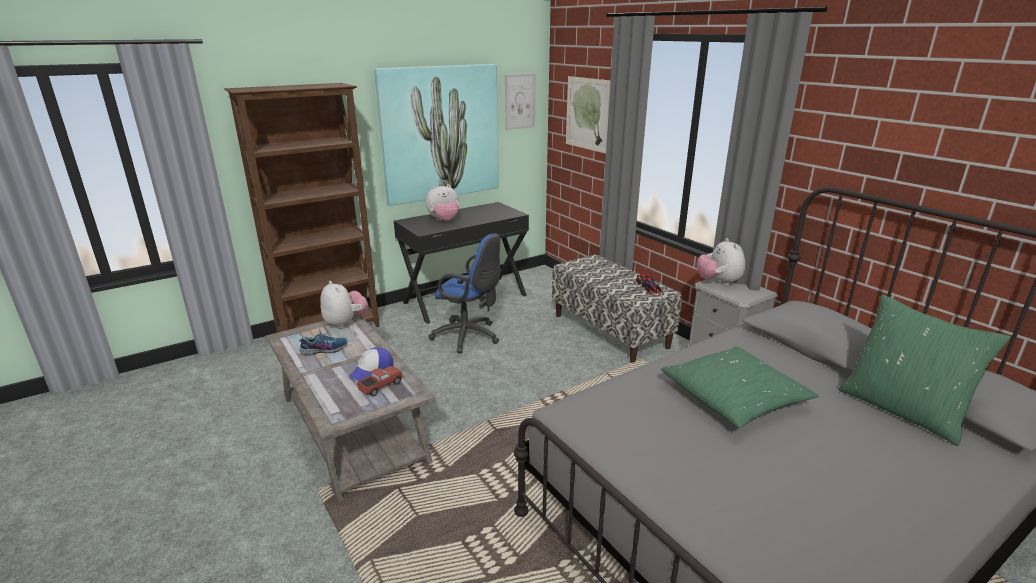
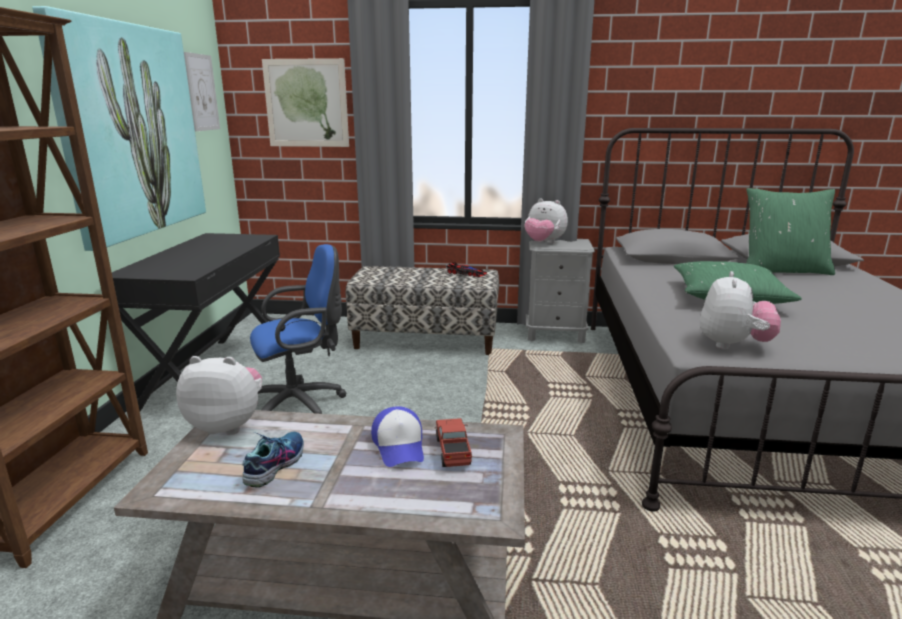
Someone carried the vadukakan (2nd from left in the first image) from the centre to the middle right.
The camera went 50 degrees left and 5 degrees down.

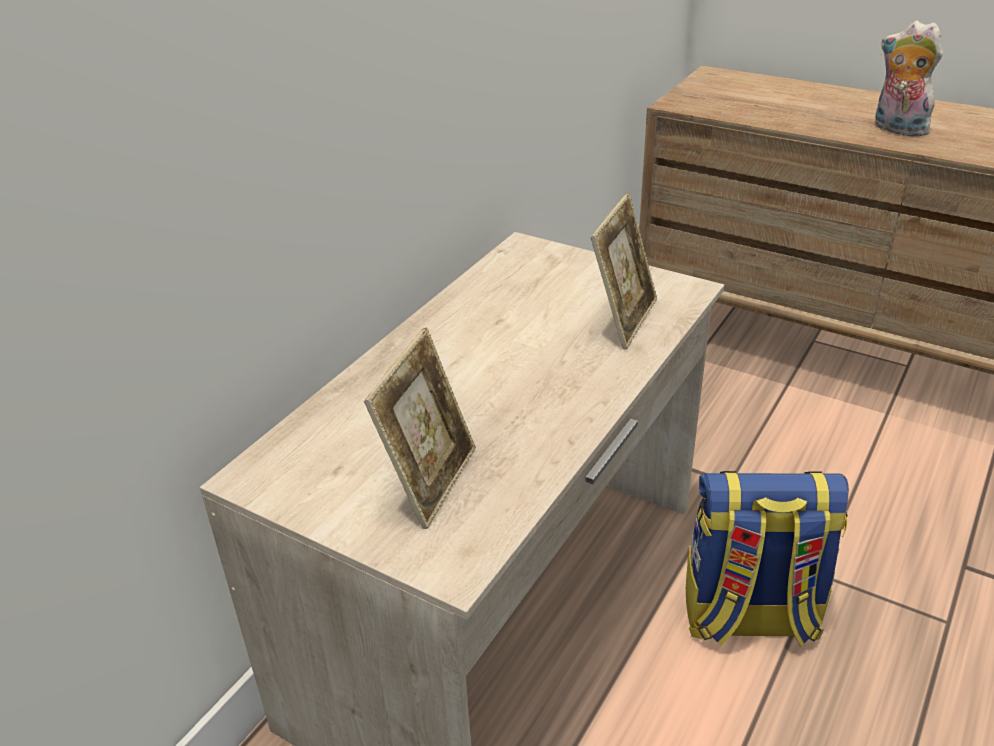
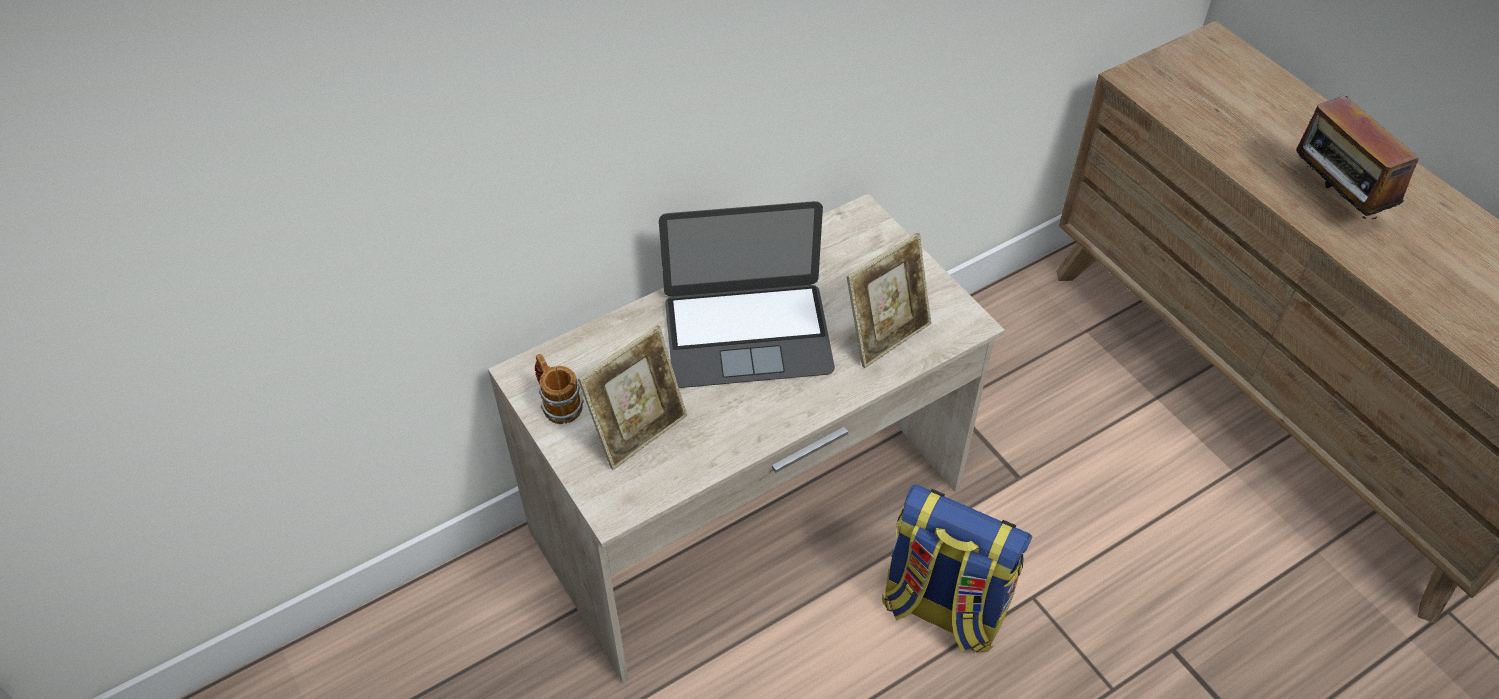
Someone swapped the vadukakan at the top right for the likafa at the top right.
Someone put down the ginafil at the centre.
Someone put down the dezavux at the centre.
The camera went 25 degrees right and 15 degrees up.

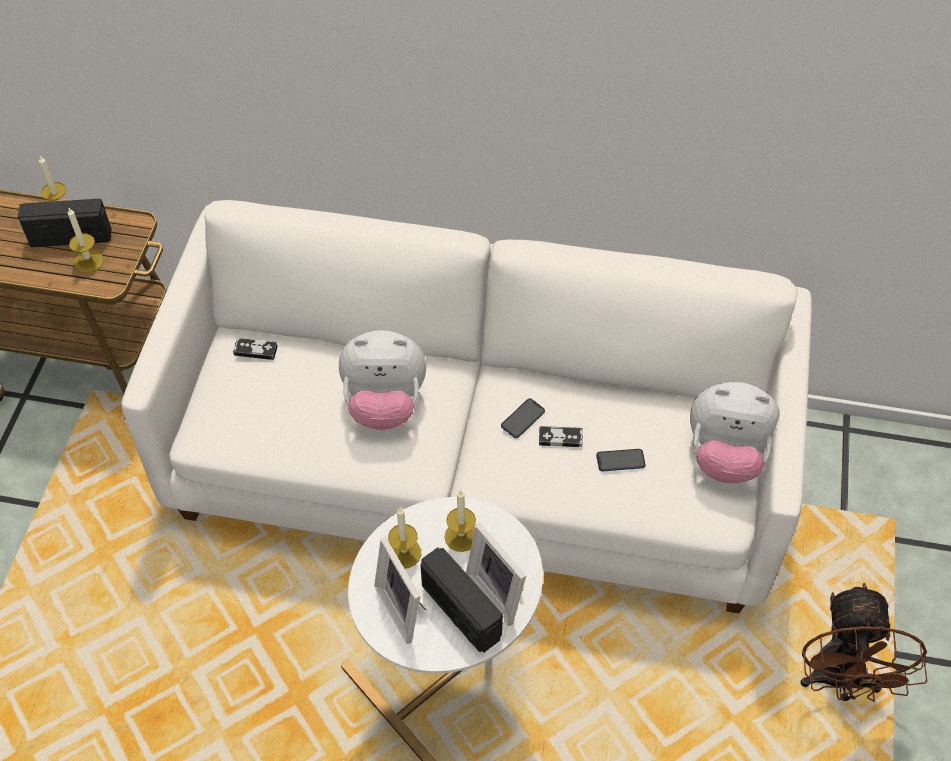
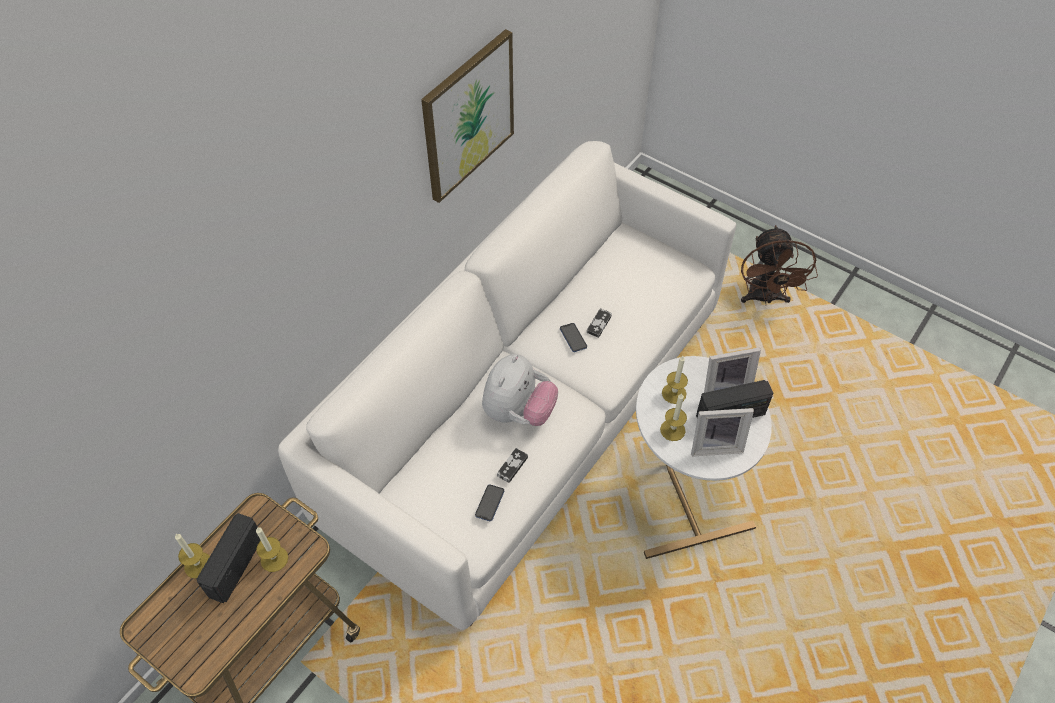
Someone carried the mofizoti (1st from left) from the middle left to the centre.
Someone took away the vadukakan (2nd from left) at the middle right.
Someone carried the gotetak (2nd from left in the first image) from the centre to the bottom centre.
Someone rotated the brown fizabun at the bottom right by 60 degrees clockwise.
Someone put up the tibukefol at the top centre.
The camera went 65 degrees left and 0 degrees up.

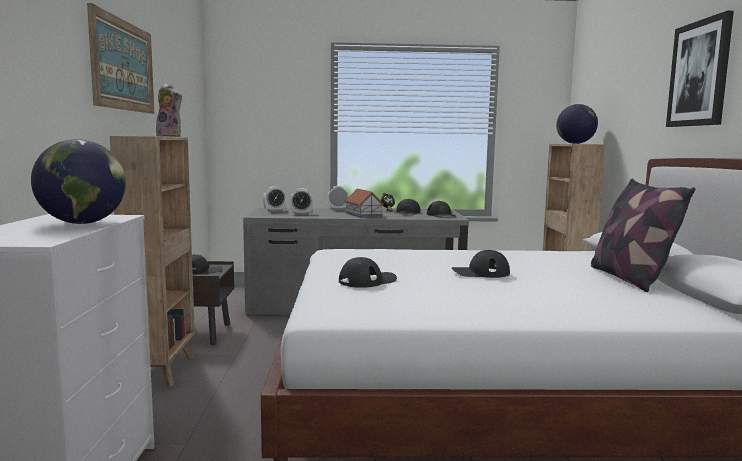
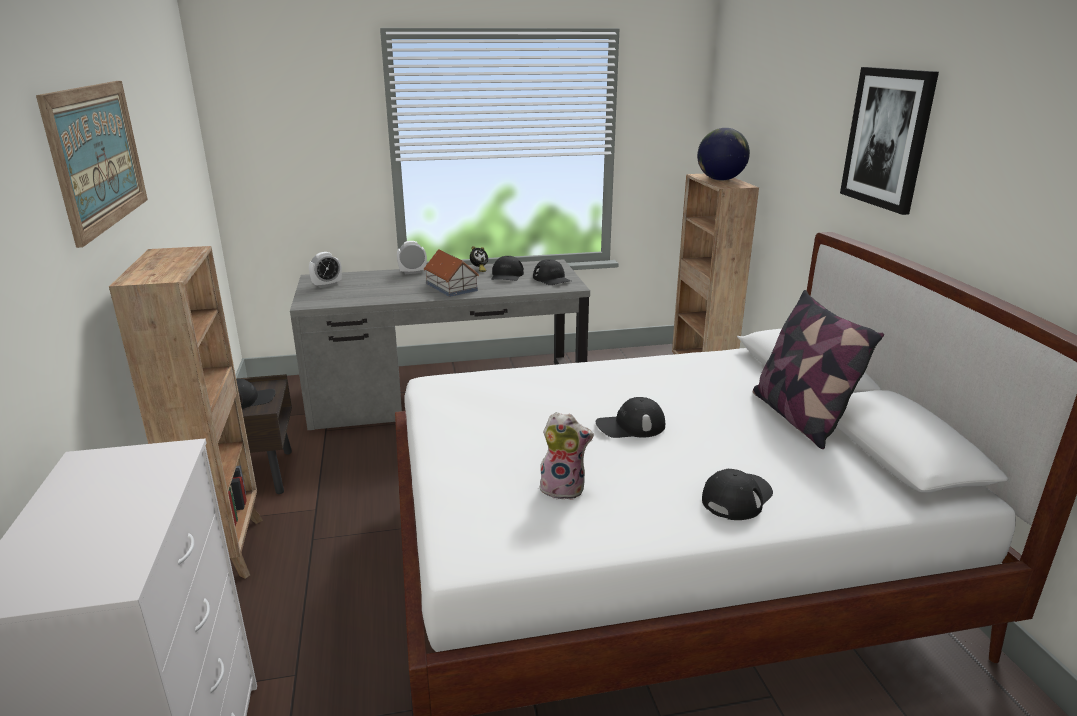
Someone carried the vadukakan from the top left to the centre.
Someone took away the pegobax (1st from left) at the middle left.
Someone took away the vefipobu (2nd from left) at the centre.
Someone carried the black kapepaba (2nd from left in the first image) from the centre to the bottom right.
The camera went 10 degrees left and 15 degrees up.

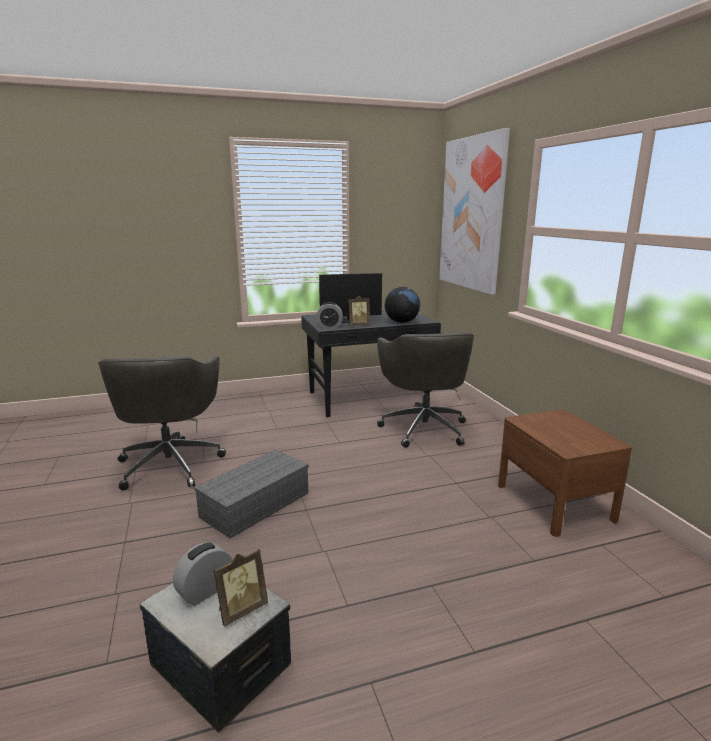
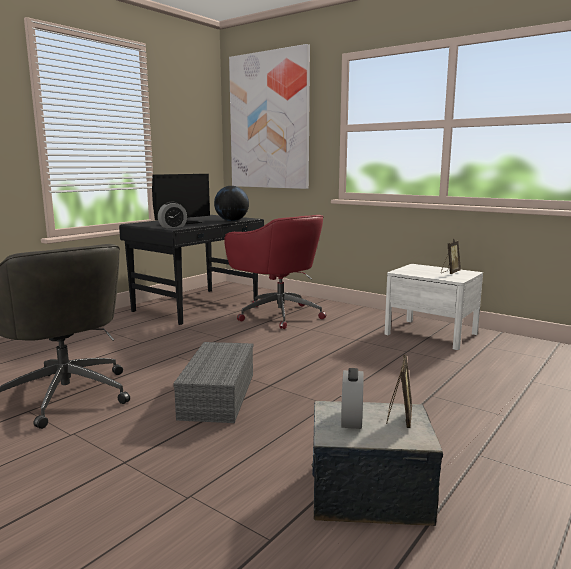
Someone carried the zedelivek (2nd from left) from the centre to the middle right.
Someone repainted the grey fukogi (2nd from left) at the centre, which became the red fukogi at the centre.
Someone repainted the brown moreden at the middle right, which became the white moreden at the middle right.
The camera went 35 degrees left and 5 degrees down.

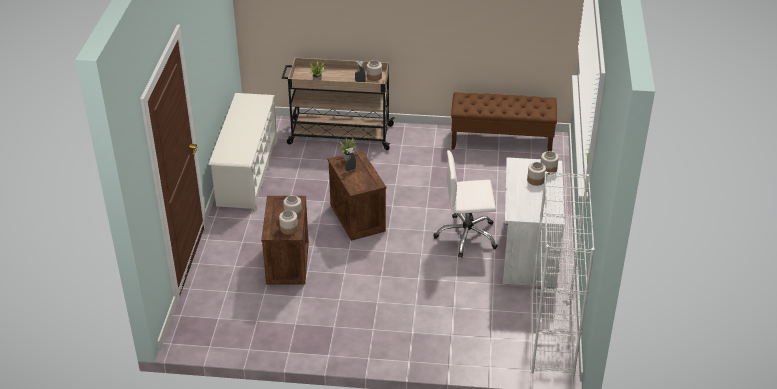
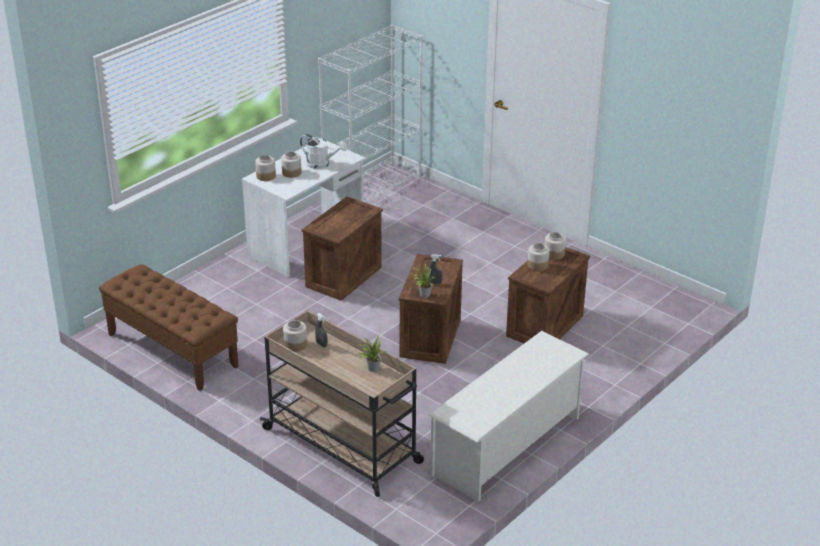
Someone swapped the white fukogi at the centre for the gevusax (1st from left) at the centre.
Someone put down the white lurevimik at the top centre.
The camera went 145 degrees left and 5 degrees down.

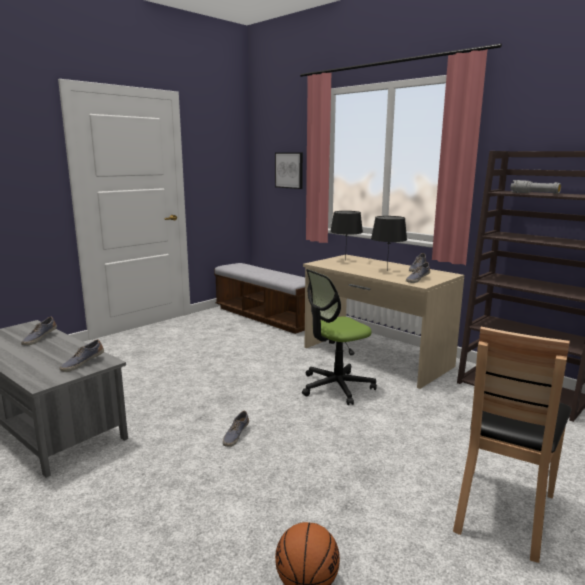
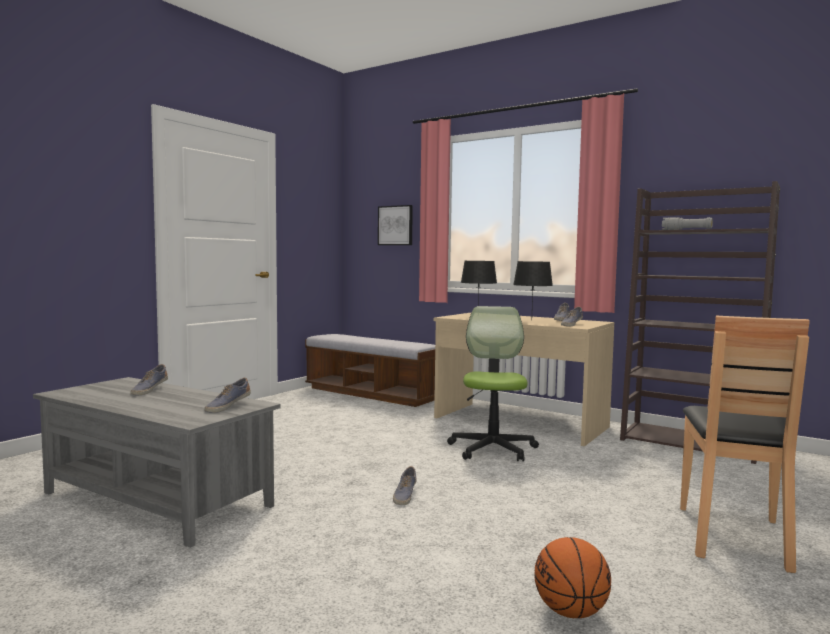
Someone rotated the fukogi at the centre by 135 degrees clockwise.
The camera went 10 degrees left and 10 degrees down.

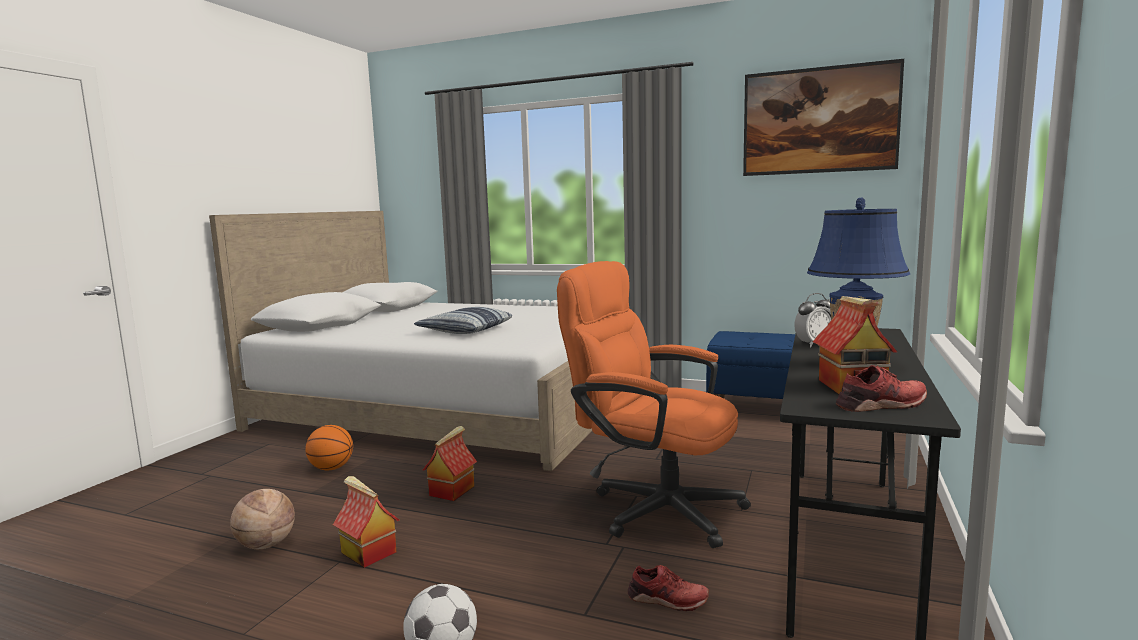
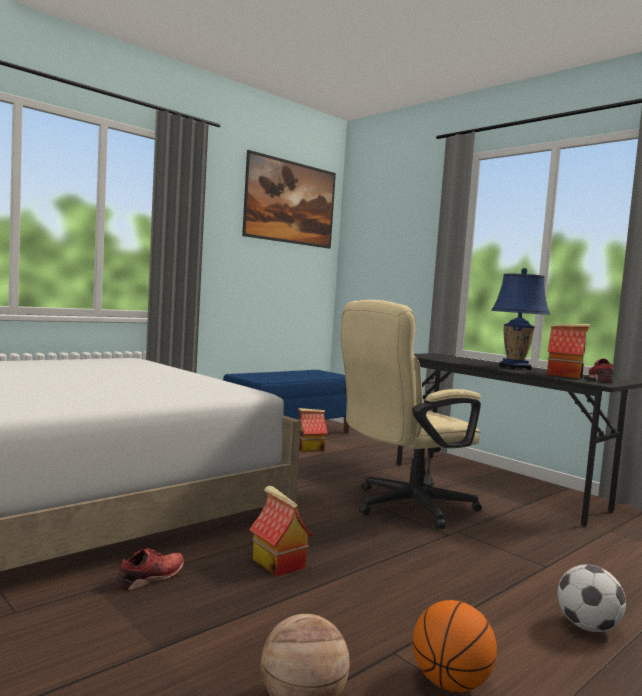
Someone repainted the orange fukogi at the centre, which became the beige fukogi at the centre.
Someone took away the vefipobu at the middle right.
Someone took away the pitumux at the centre.
Someone carried the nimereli (2nd from left) from the bottom left to the bottom right.
Someone carried the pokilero (1st from left in the first image) from the bottom left to the centre.
Someone carried the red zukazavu (1st from left) from the bottom centre to the bottom left.
The camera went 65 degrees left and 5 degrees down.

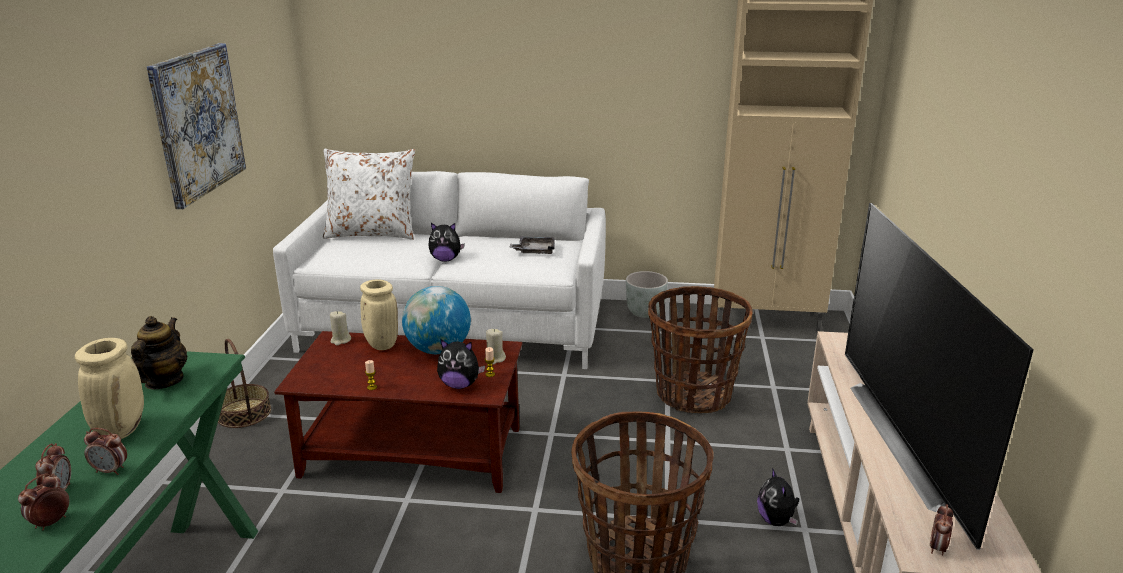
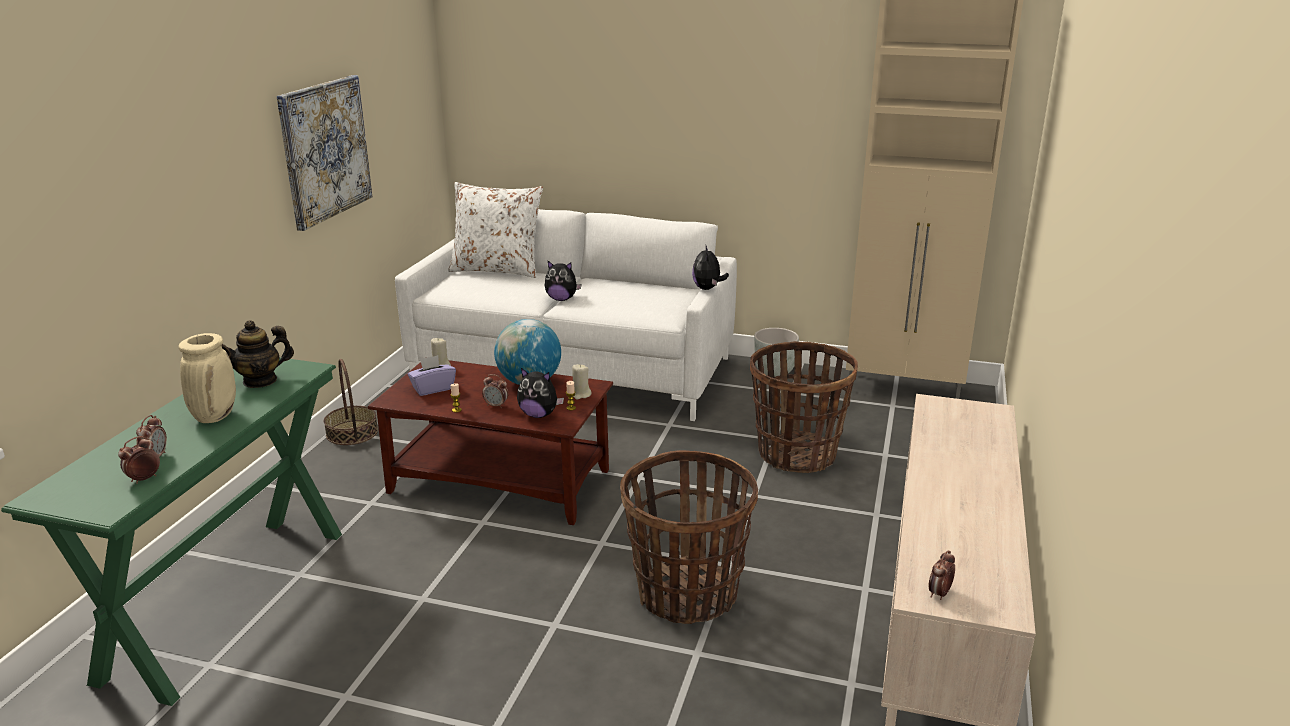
Someone took away the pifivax at the middle right.
Someone took away the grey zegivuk at the centre.
Someone took away the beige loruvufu (2nd from left) at the centre.
Someone rotated the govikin at the middle left by 135 degrees counterclockwise.
Someone carried the vefipobu (3rd from left) from the bottom left to the centre.
Someone carried the vadukakan (3rd from left) from the bottom right to the centre.
Someone put down the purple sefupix at the centre.
The camera went 10 degrees right and 0 degrees up.

